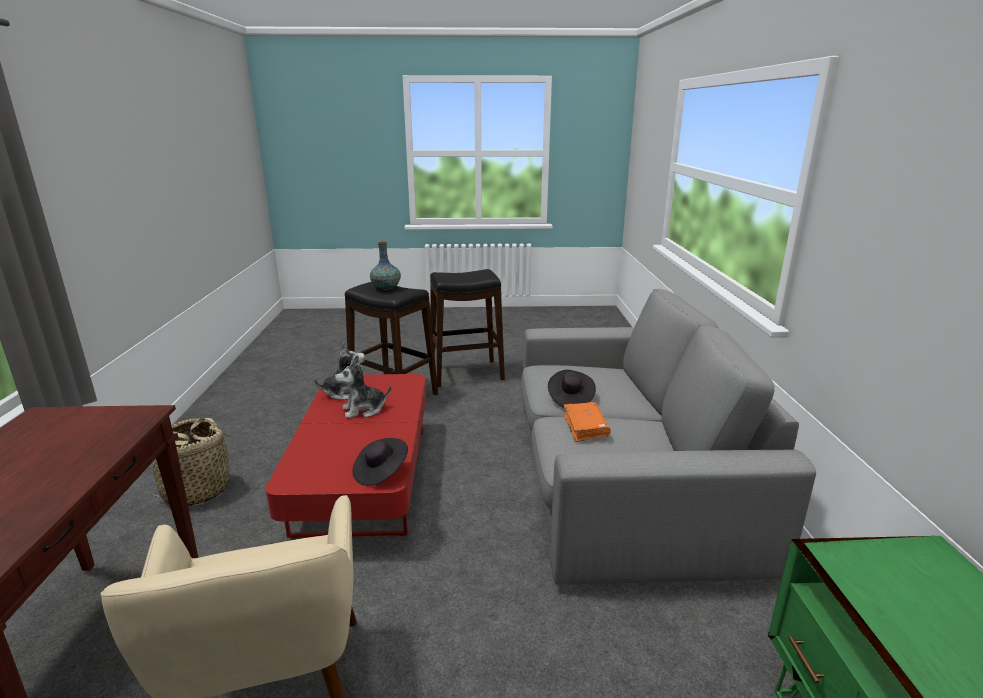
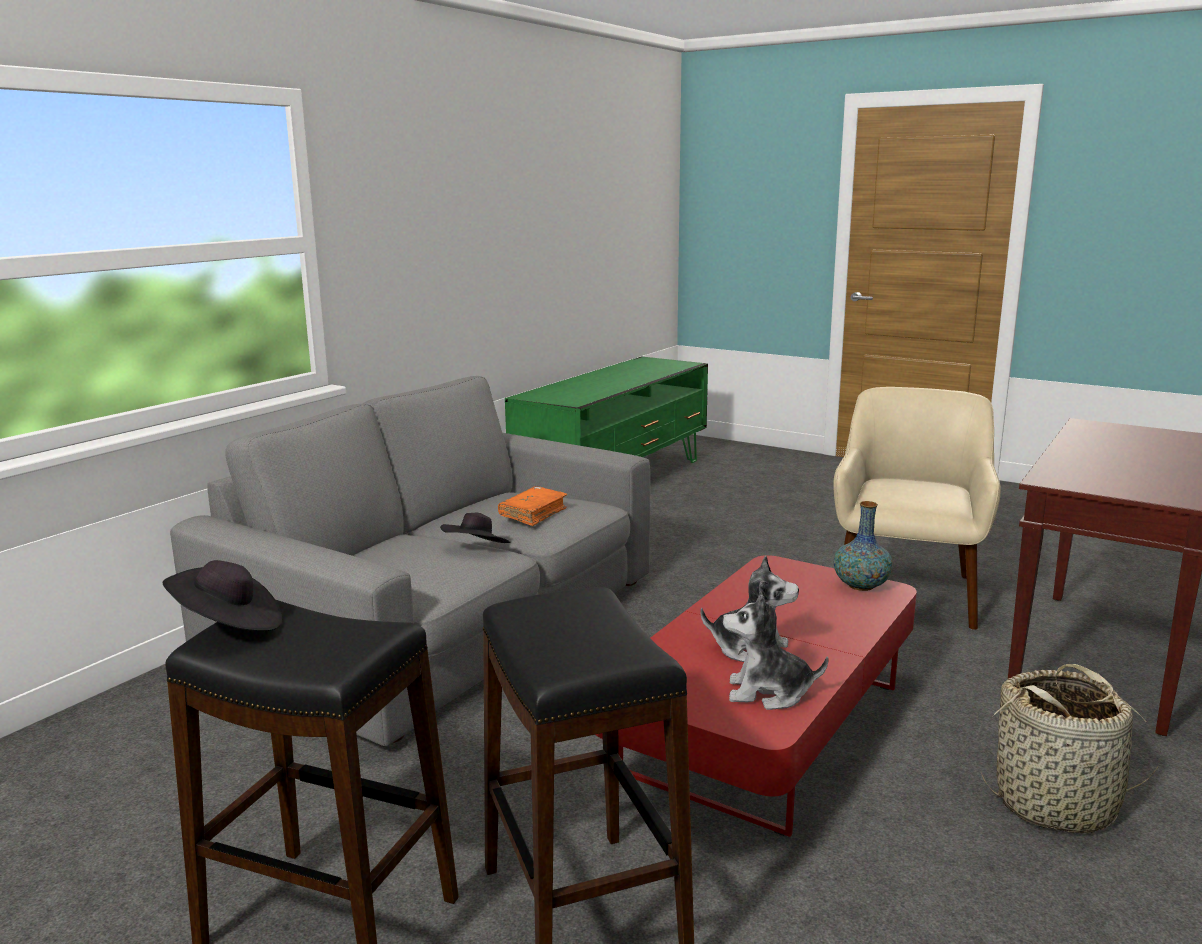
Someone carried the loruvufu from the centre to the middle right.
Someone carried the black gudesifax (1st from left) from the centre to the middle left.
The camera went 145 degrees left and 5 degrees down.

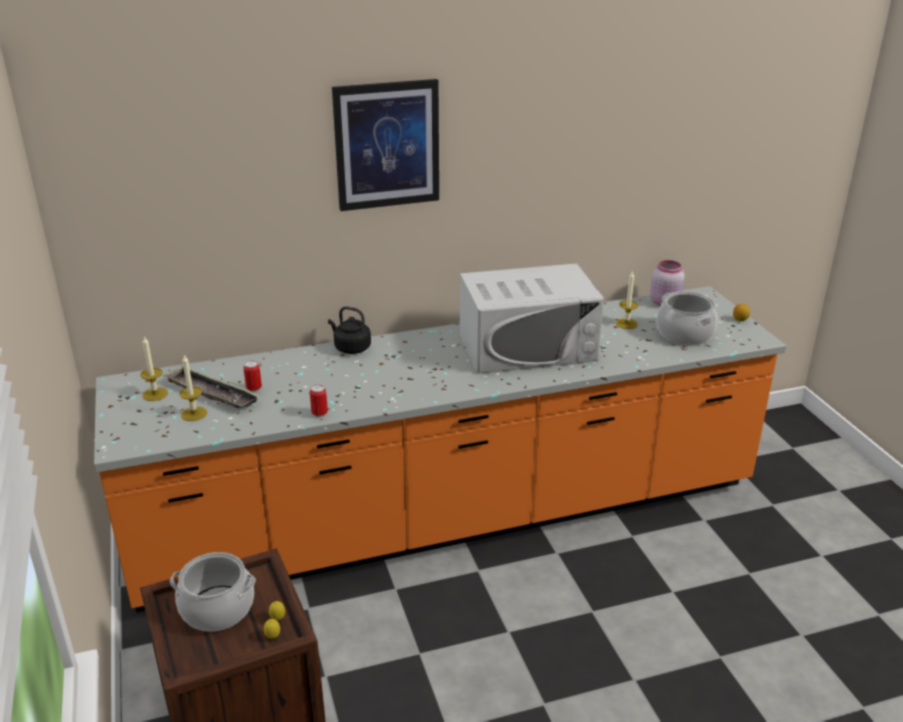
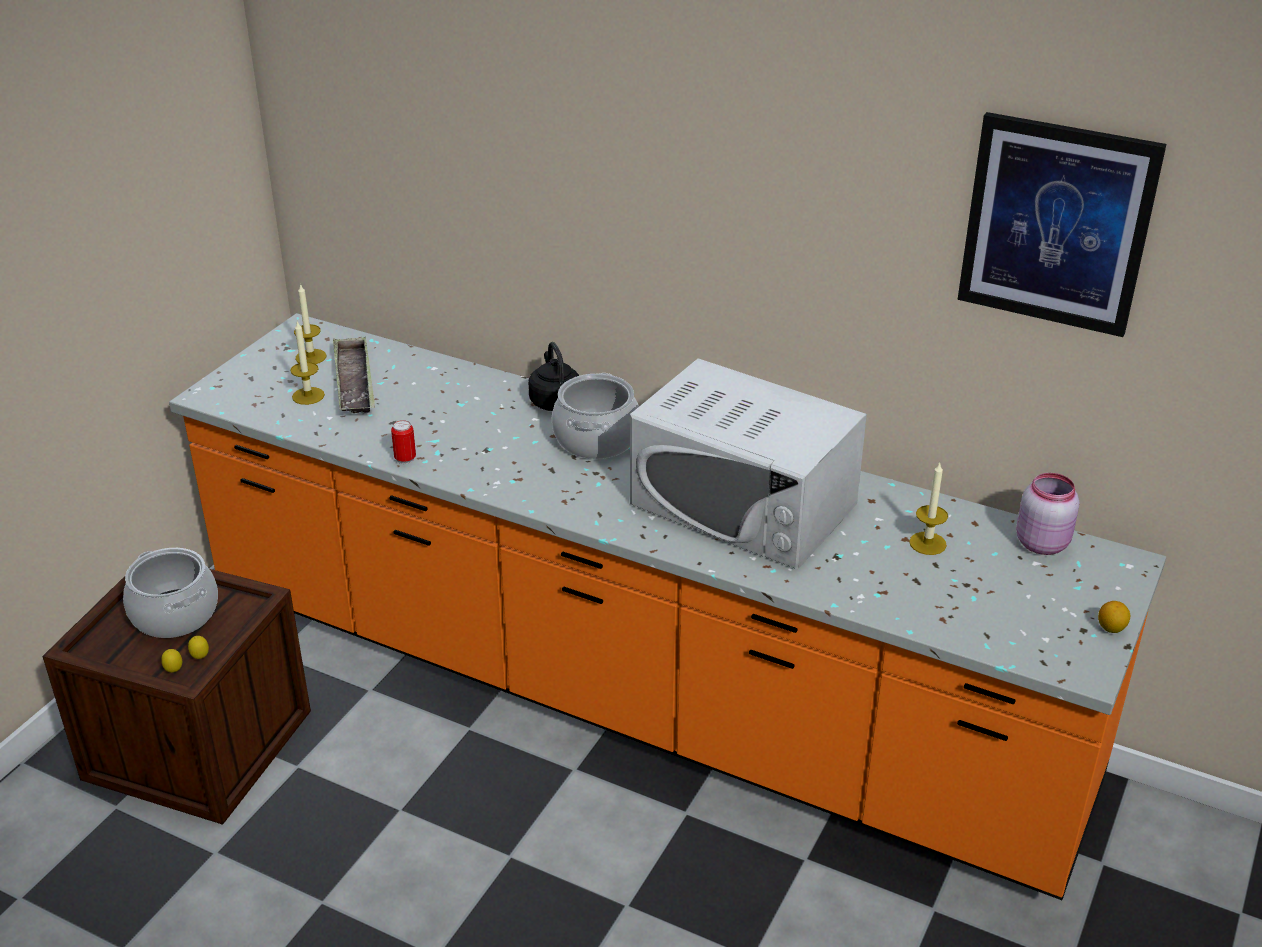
Someone carried the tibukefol from the top centre to the top right.
Someone carried the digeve (2nd from left) from the middle right to the centre.
Someone took away the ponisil (1st from left) at the middle left.
The camera went 45 degrees right and 5 degrees up.

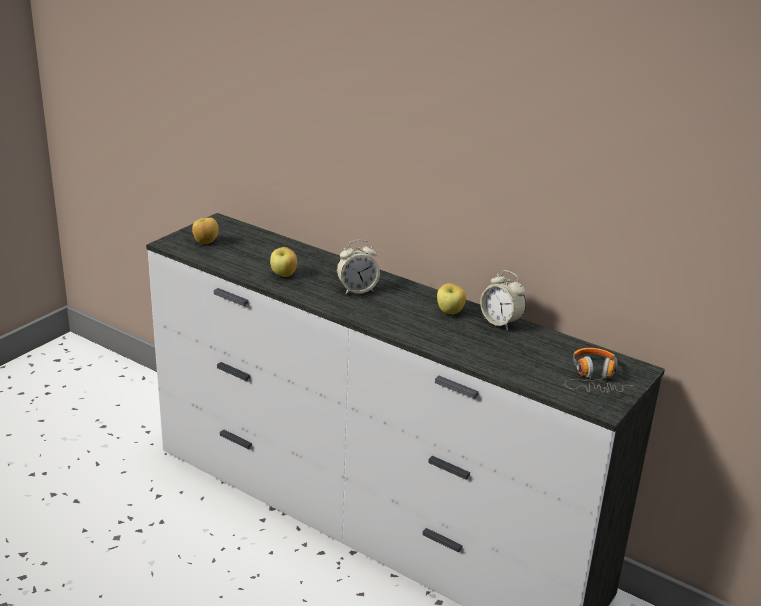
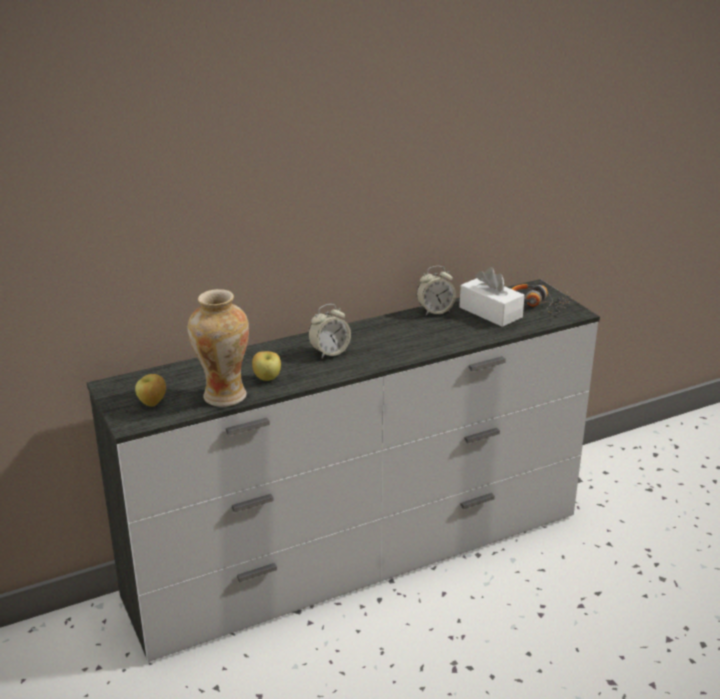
Someone rotated the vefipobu (1st from left) at the centre by 45 degrees clockwise.
Someone took away the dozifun (3rd from left) at the centre.
Someone put down the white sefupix at the middle right.
Someone put down the loruvufu at the middle left.
The camera went 60 degrees left and 0 degrees up.

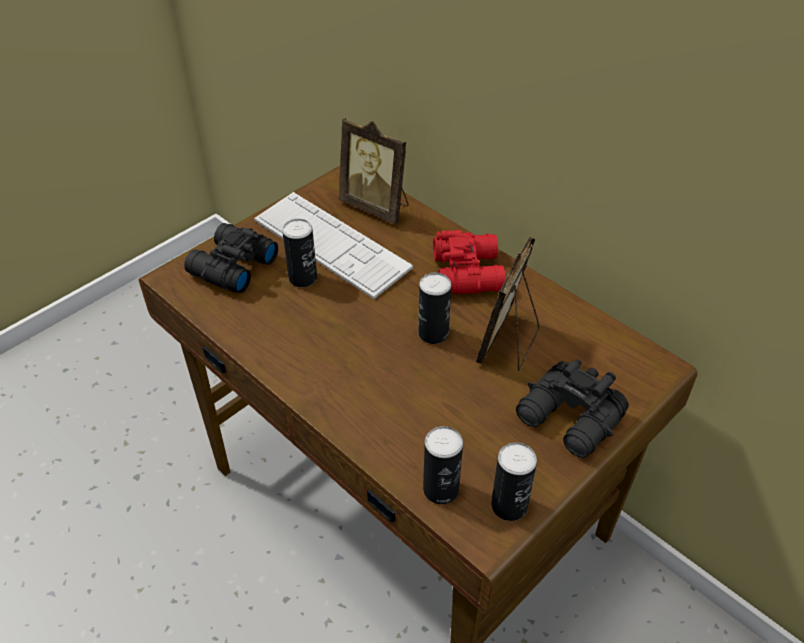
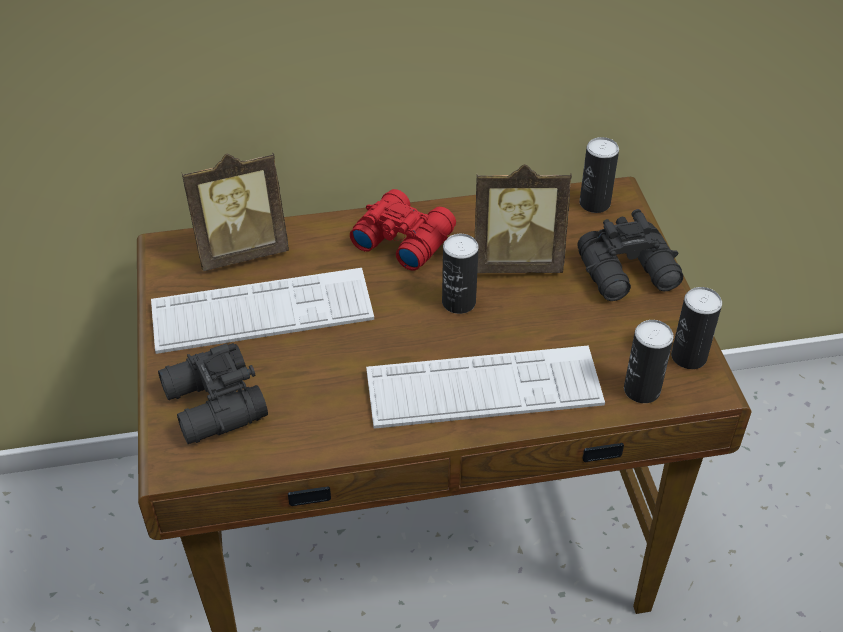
Someone carried the ponisil (1st from left in the first image) from the centre to the top right.
Someone rotated the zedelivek (2nd from left) at the centre by 60 degrees counterclockwise.
Someone put down the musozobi (2nd from left) at the centre.
The camera went 55 degrees left and 0 degrees up.

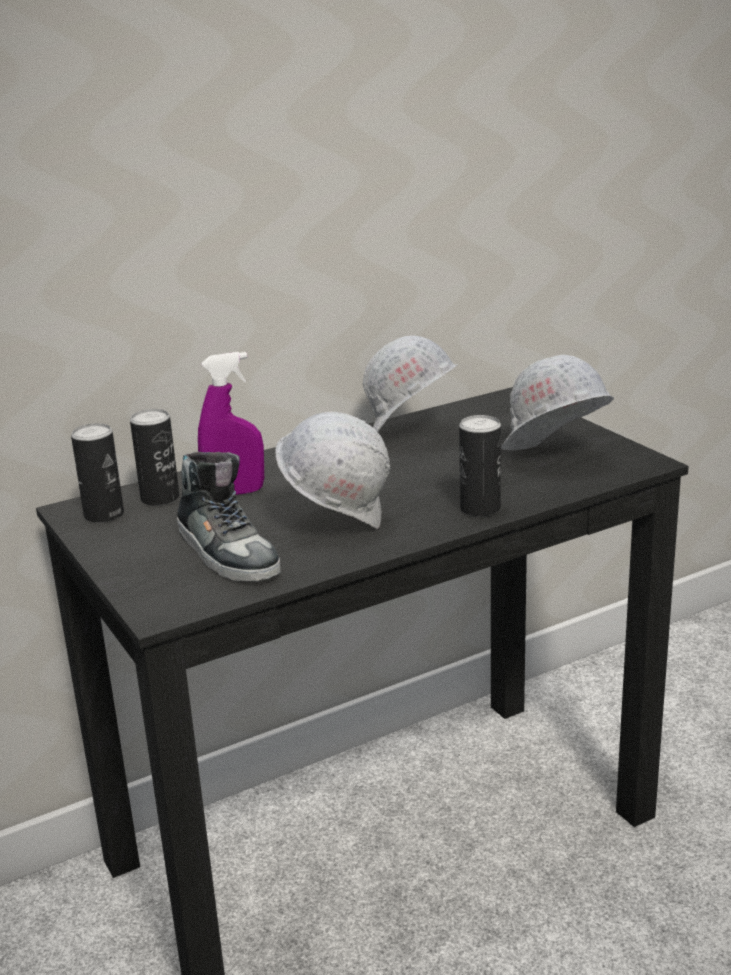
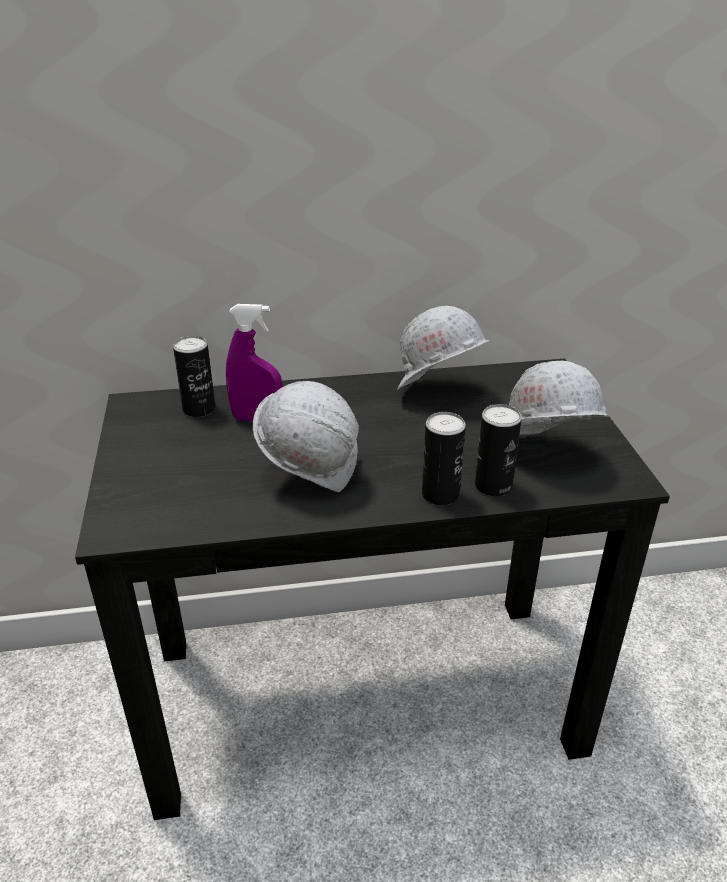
Someone carried the ponisil (1st from left in the first image) from the middle left to the middle right.
Someone took away the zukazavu at the middle left.
The camera went 20 degrees right and 10 degrees up.

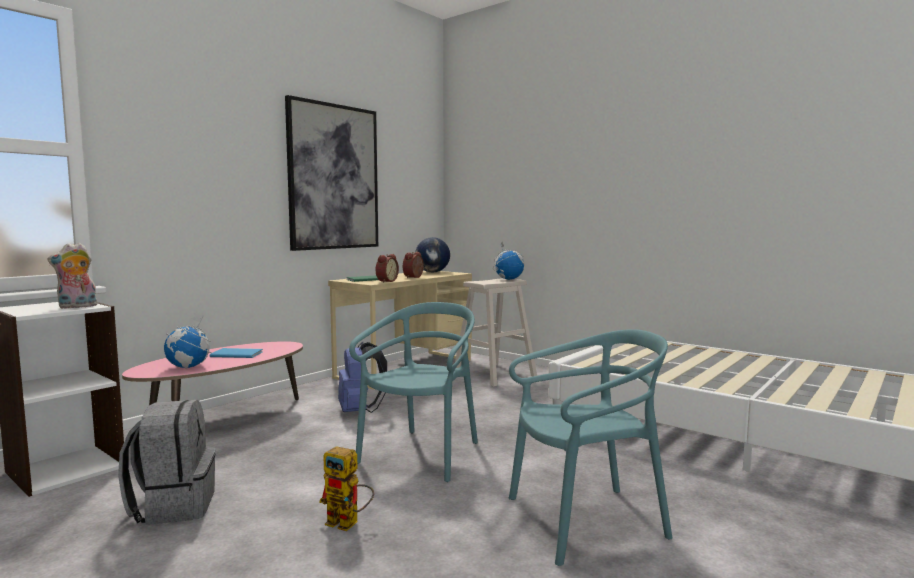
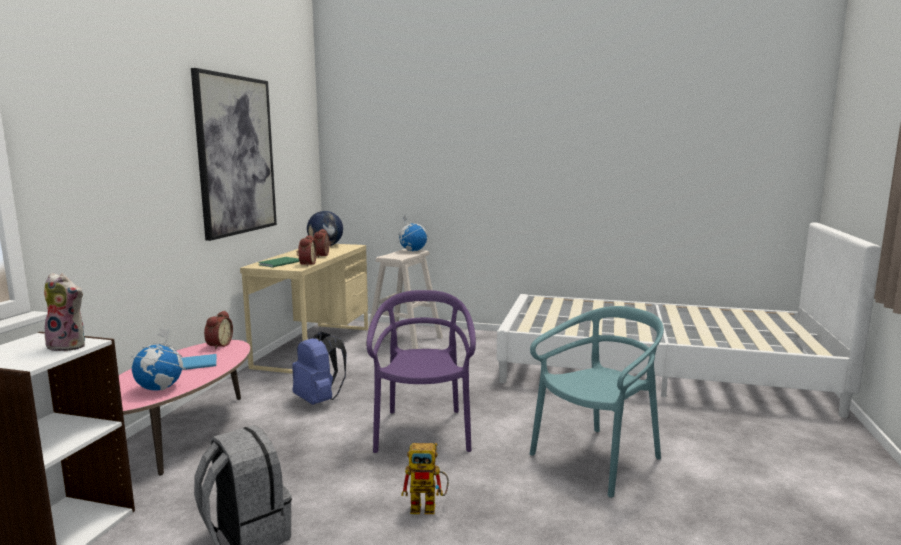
Someone rotated the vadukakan at the middle left by 105 degrees counterclockwise.
Someone repainted the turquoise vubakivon (1st from left) at the bottom centre, which became the purple vubakivon at the bottom centre.
Someone put down the vefipobu (1st from left) at the middle left.
The camera went 25 degrees left and 5 degrees up.

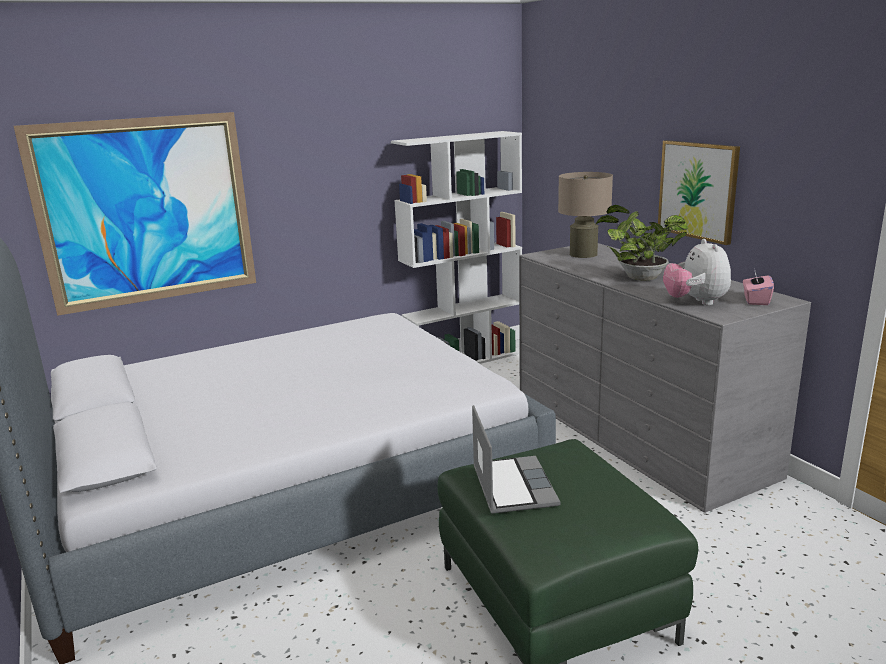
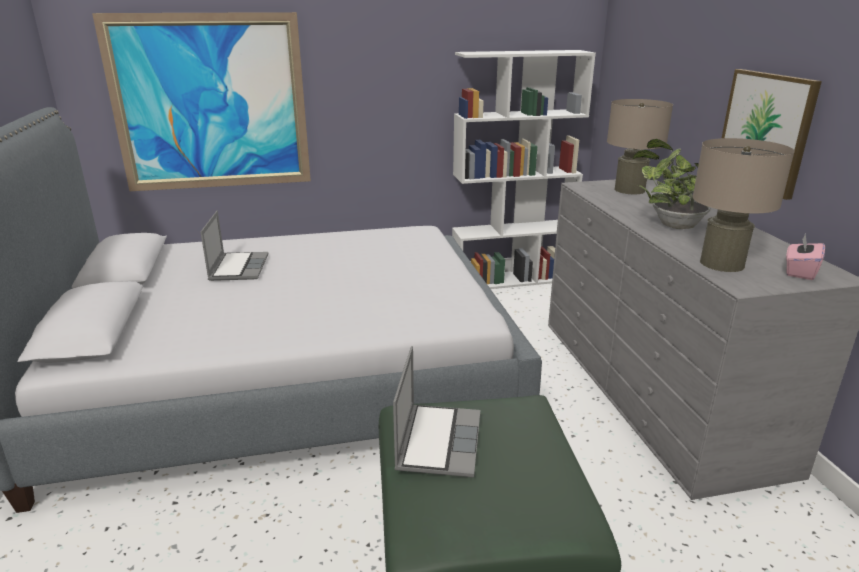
Someone swapped the vadukakan at the middle right for the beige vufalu (2nd from left) at the middle right.
Someone put down the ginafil (1st from left) at the middle left.
The camera went 15 degrees right and 5 degrees up.

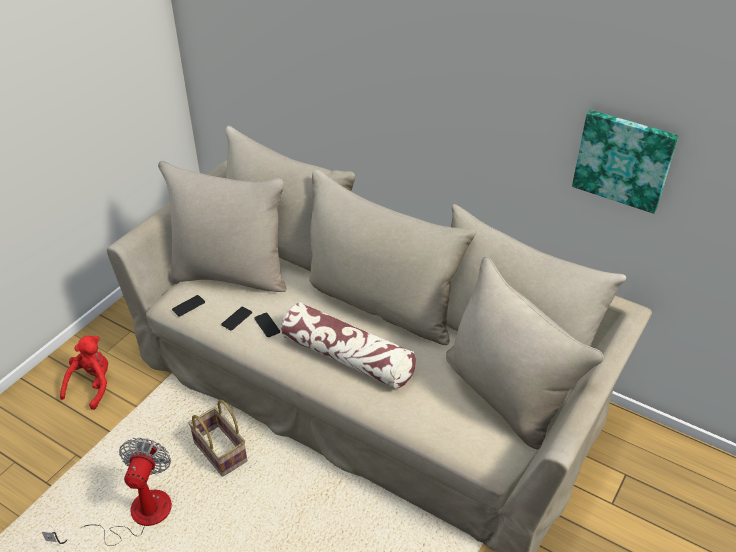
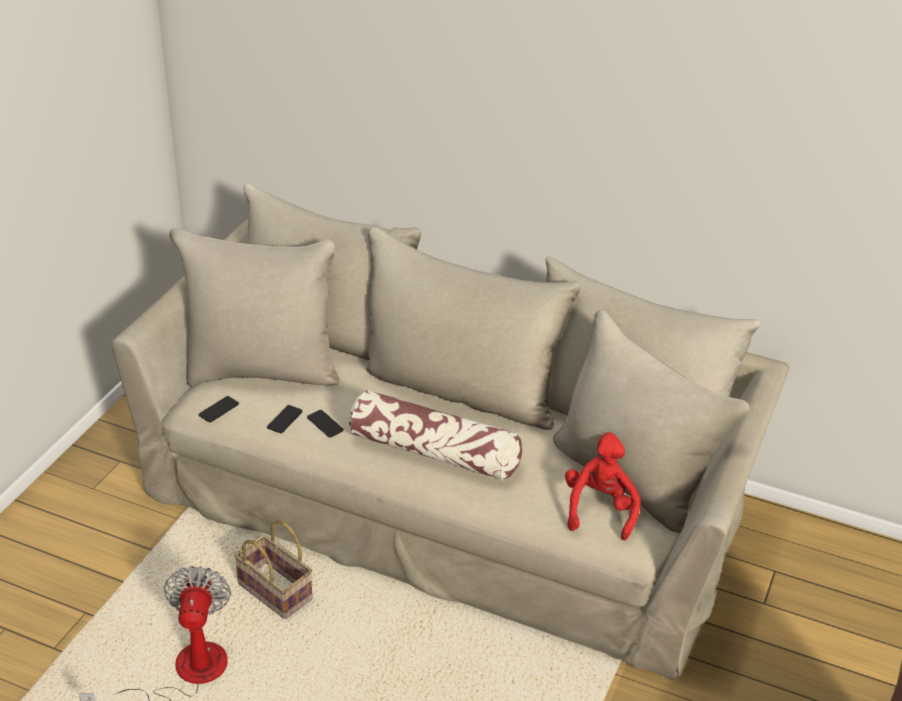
Someone took away the tibukefol at the top right.
Someone carried the red vadukakan from the bottom left to the bottom right.
The camera went 10 degrees left and 5 degrees down.

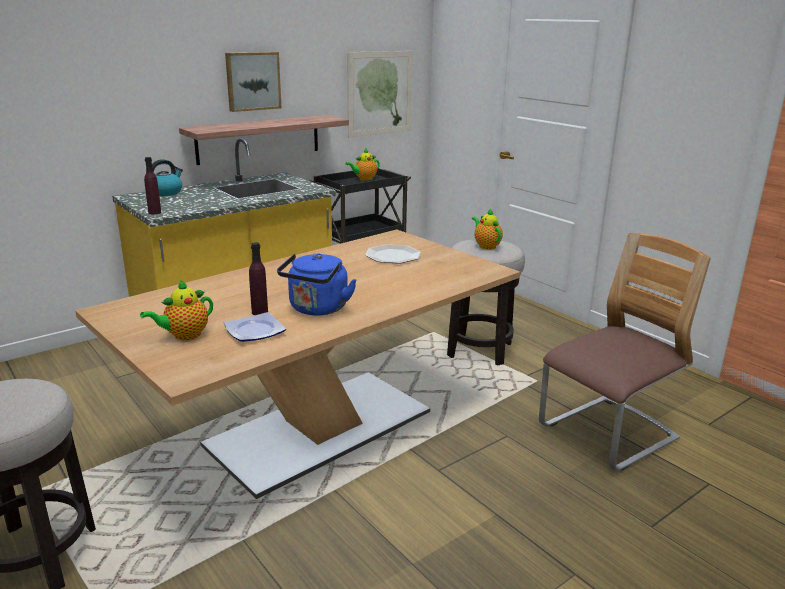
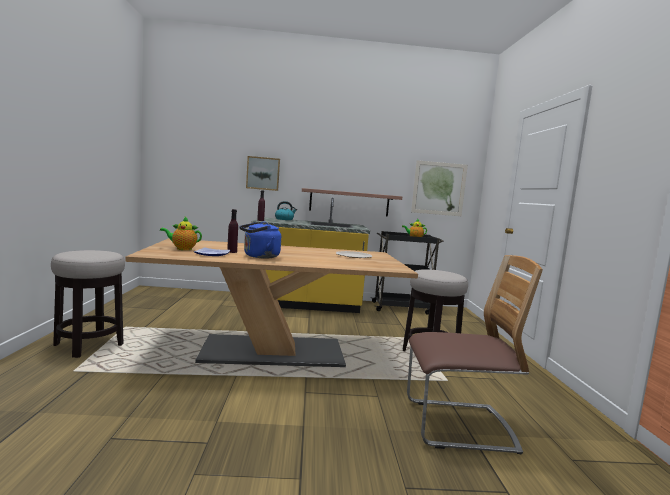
Someone carried the tibukefol (1st from left) from the top left to the centre.
Someone took away the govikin (3rd from left) at the centre.
The camera went 35 degrees right and 15 degrees down.

